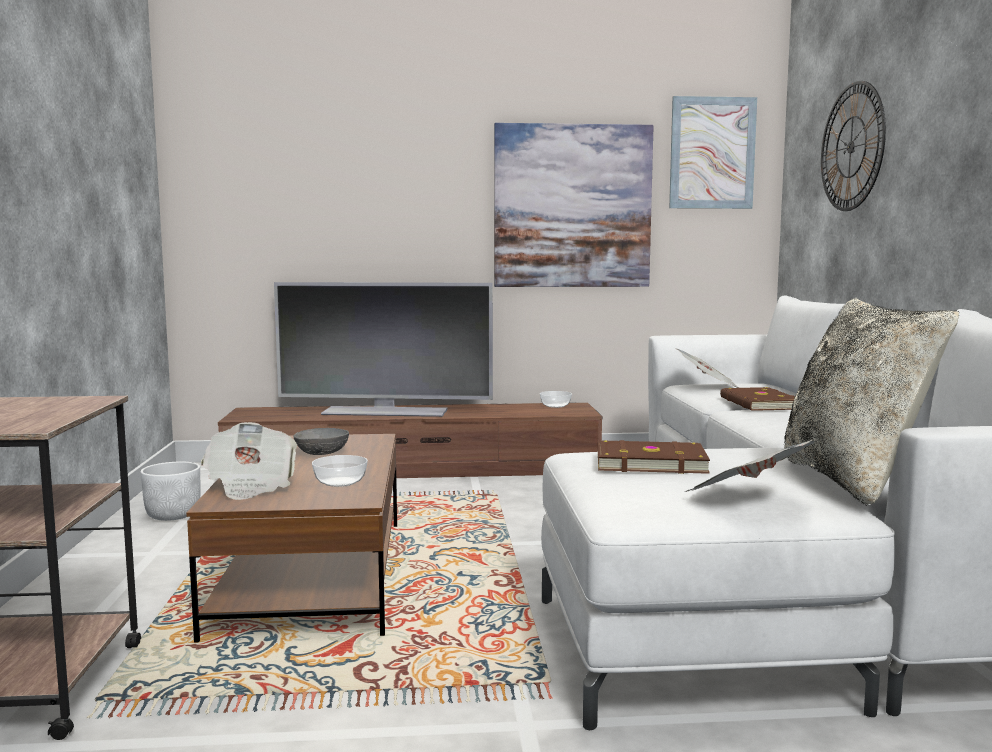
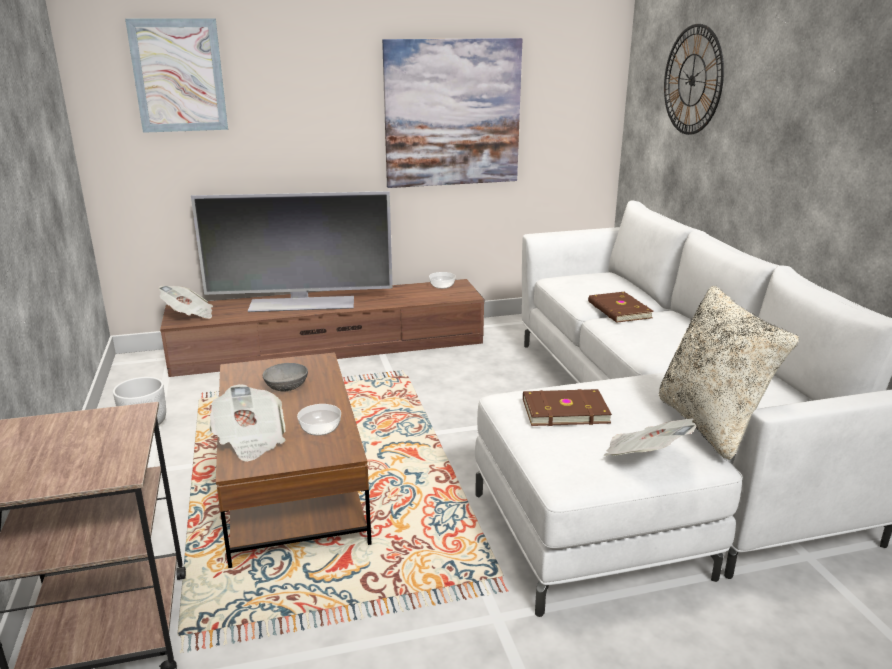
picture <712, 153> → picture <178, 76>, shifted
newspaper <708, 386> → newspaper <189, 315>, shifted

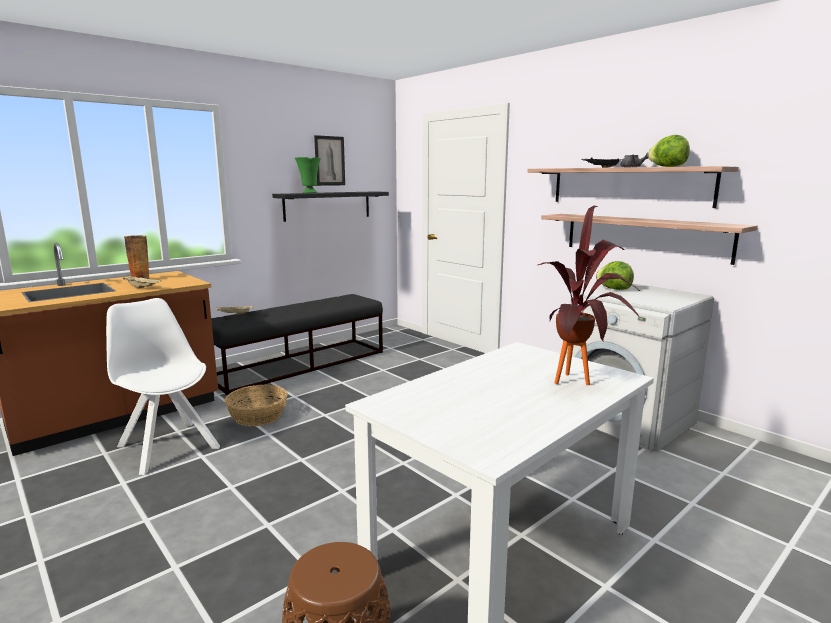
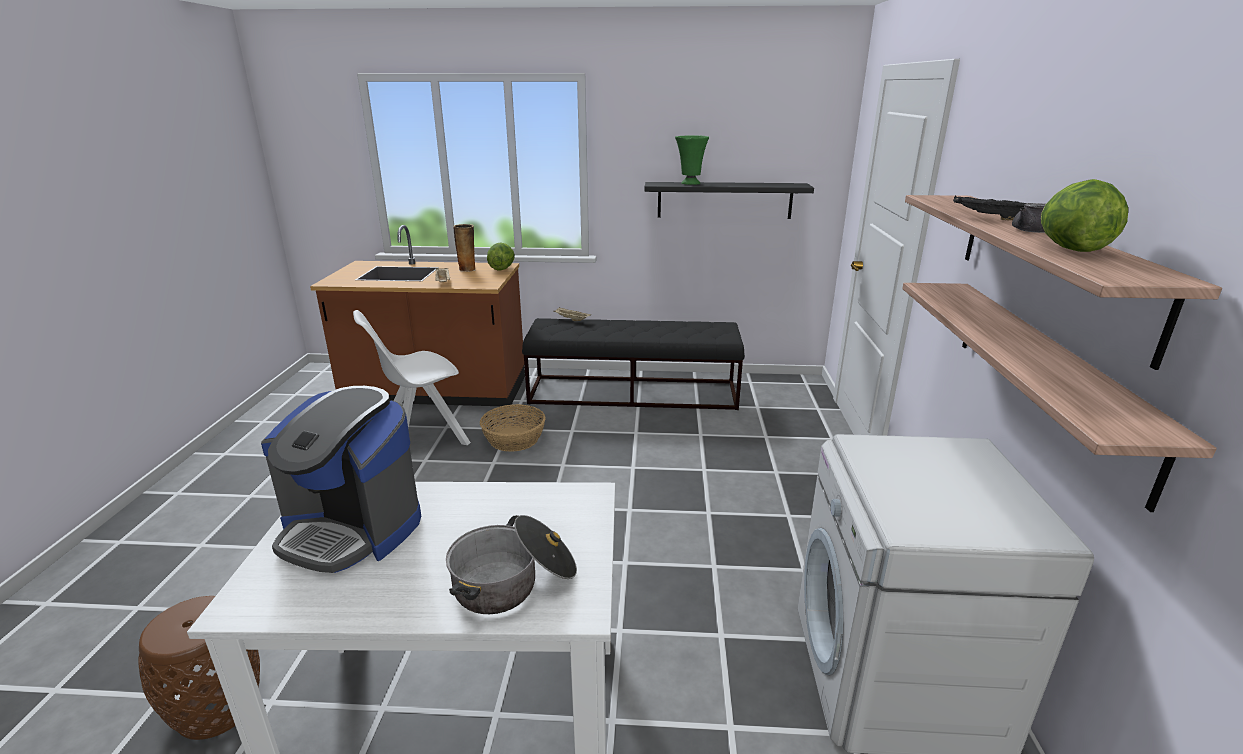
- → coffee machine <351, 529>
white chair <168, 445> → white chair <422, 438>, 120 degrees counterclockwise
potted plant <581, 382> → cooking pot <514, 582>
lettuce <614, 289> → lettuce <502, 269>, shifted
picture <329, 161> → -

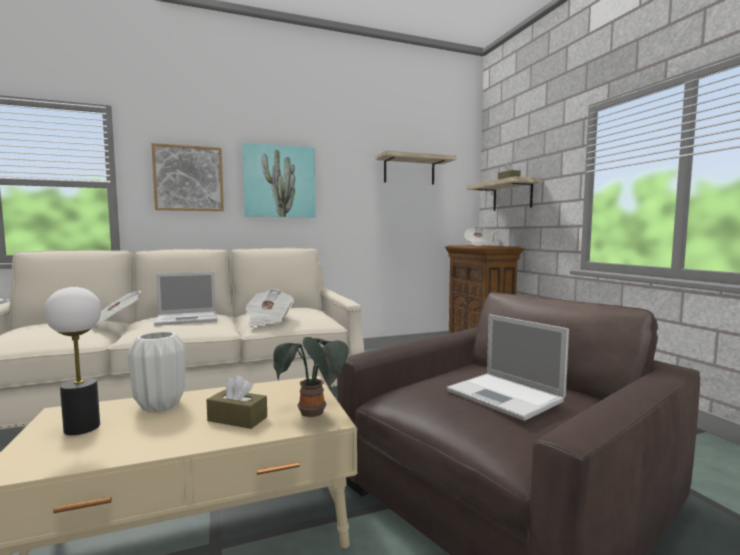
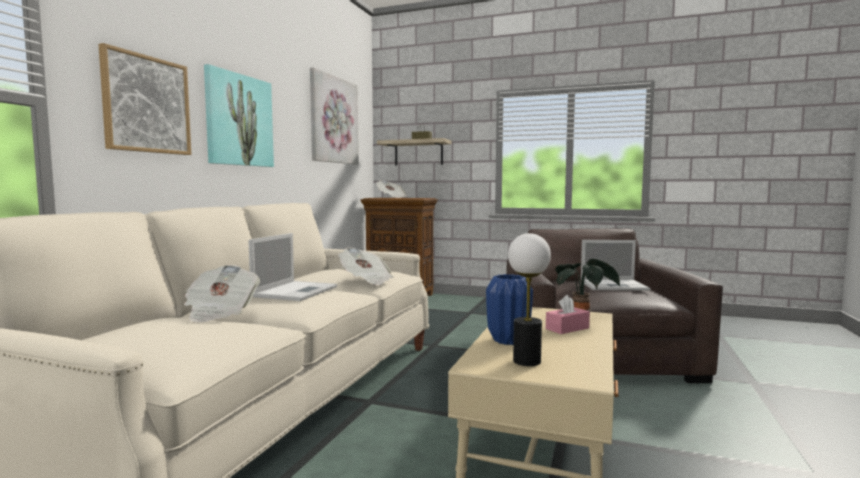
shelf <409, 170> → picture <334, 120>
white vase <159, 406> → blue vase <508, 340>
brown tissue box <237, 419> → pink tissue box <567, 328>

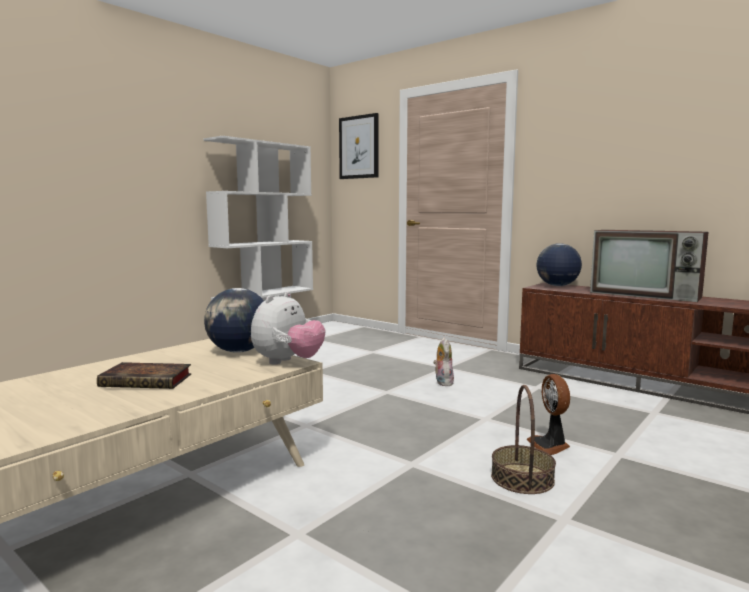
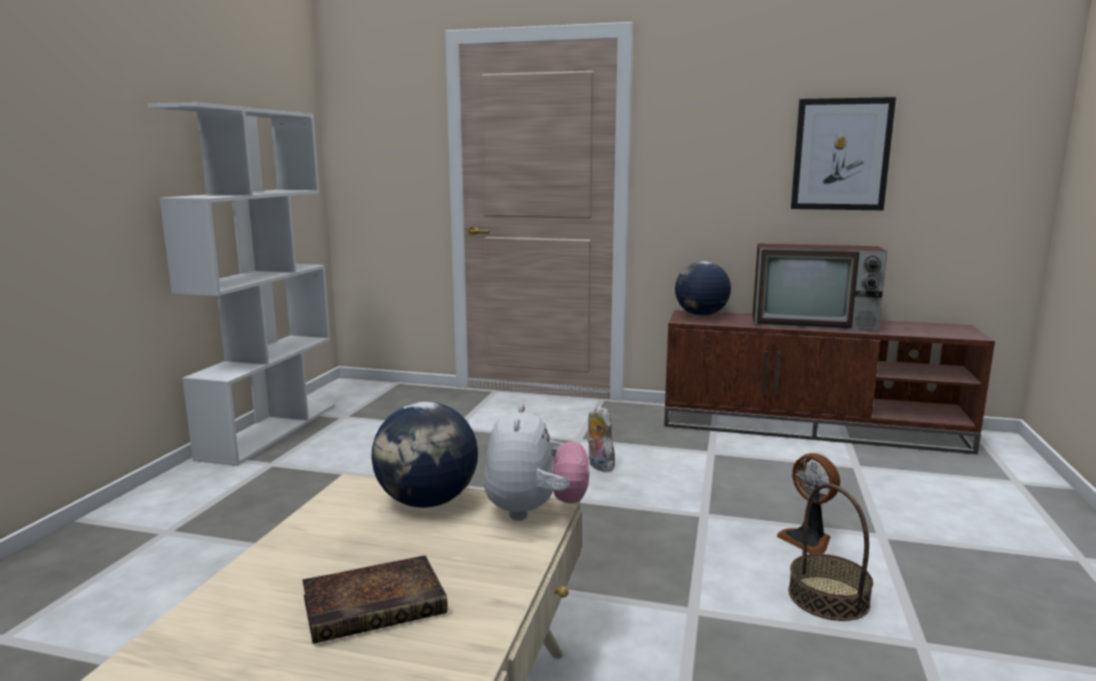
picture <359, 147> → picture <841, 154>, shifted

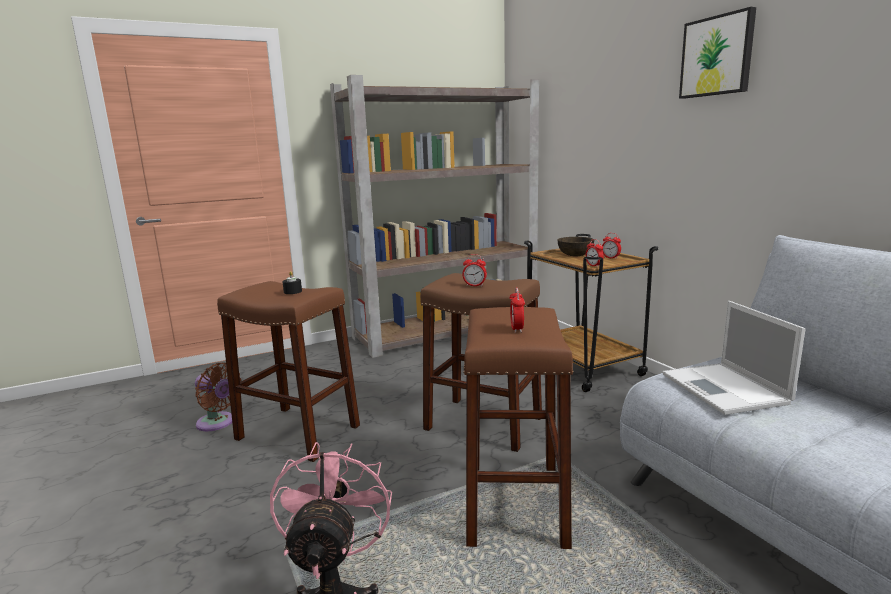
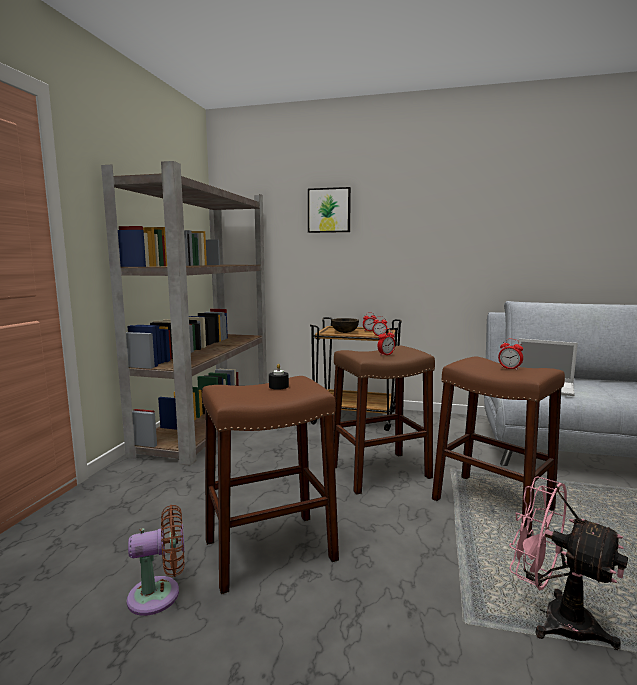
picture <717, 56> → picture <329, 210>, shifted

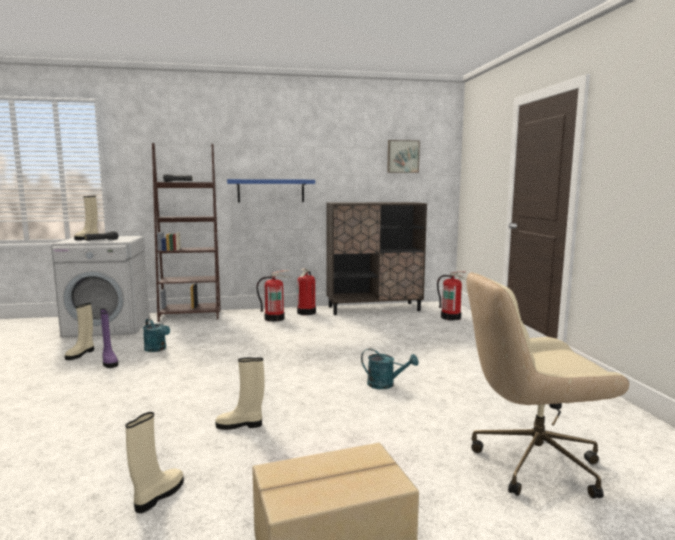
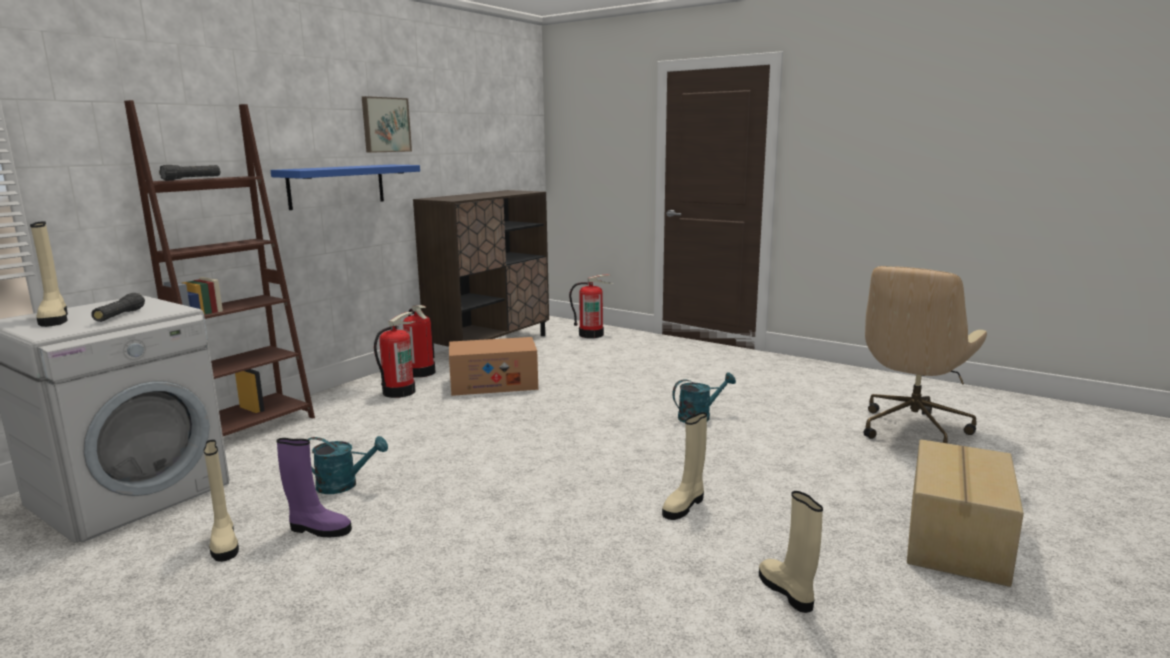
picture <402, 156> → picture <385, 125>, shifted
- → cardboard box <493, 384>

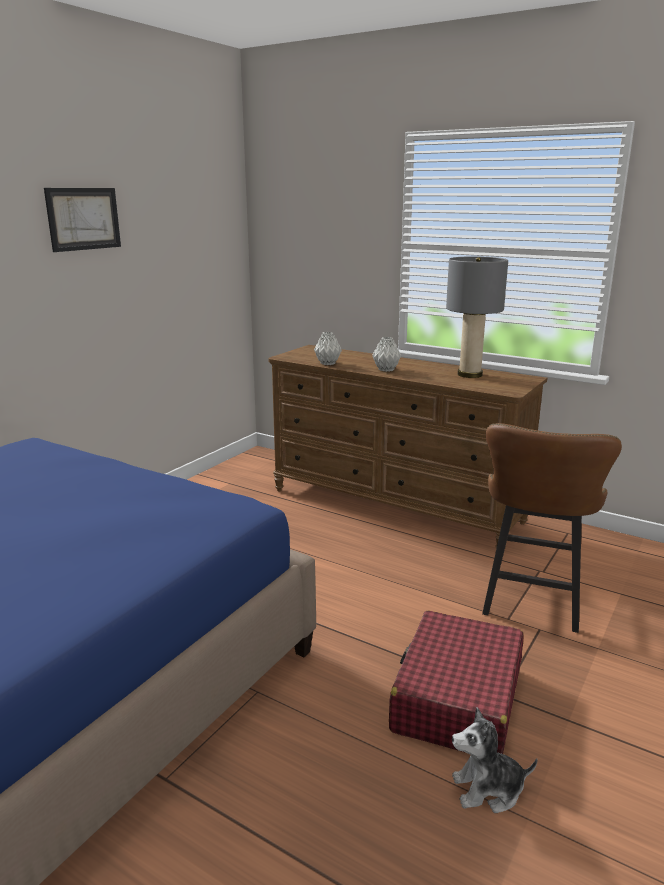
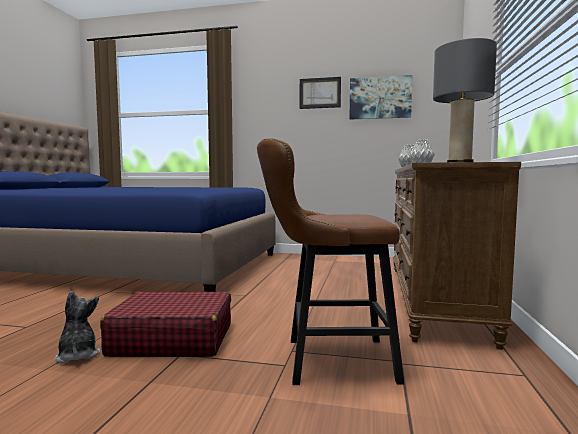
- → picture <380, 98>

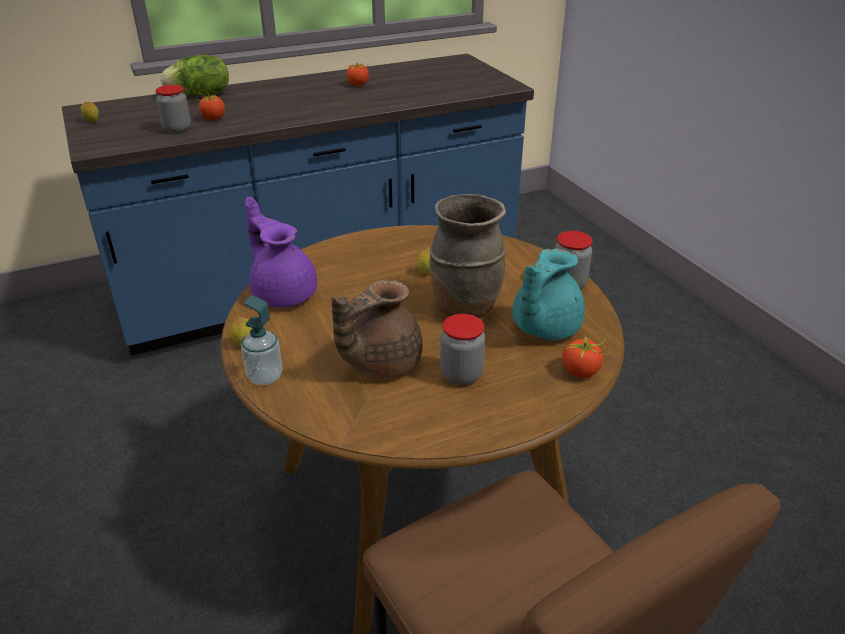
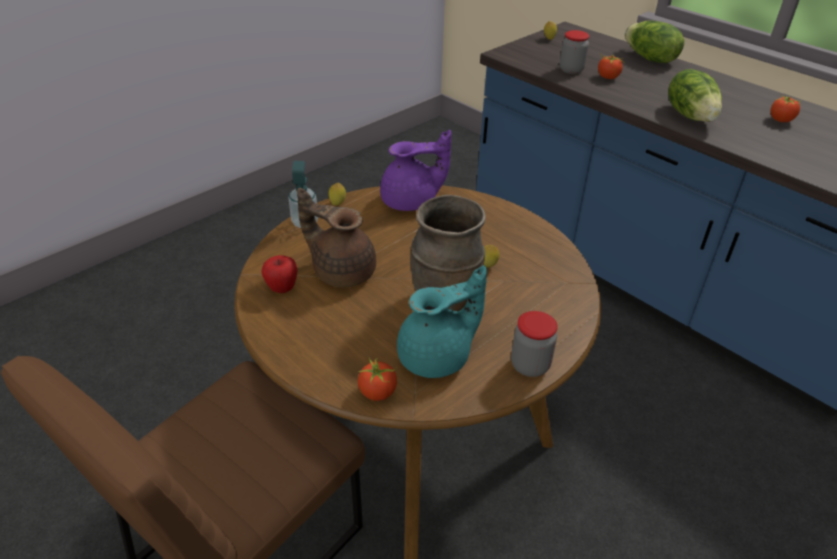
- → apple <282, 288>
purple teapot <283, 293> → purple teapot <411, 201>, 45 degrees clockwise
turquoise teapot <543, 328> → turquoise teapot <437, 357>, 135 degrees clockwise
- → lettuce <691, 115>
jar <461, 375> → -

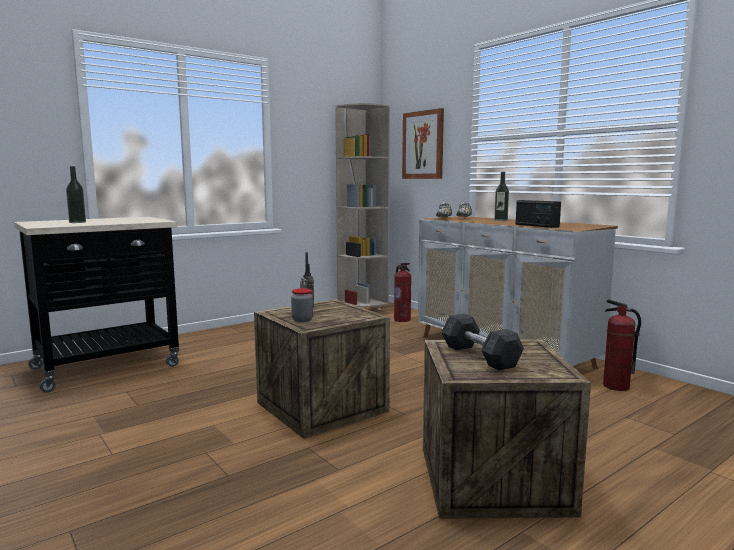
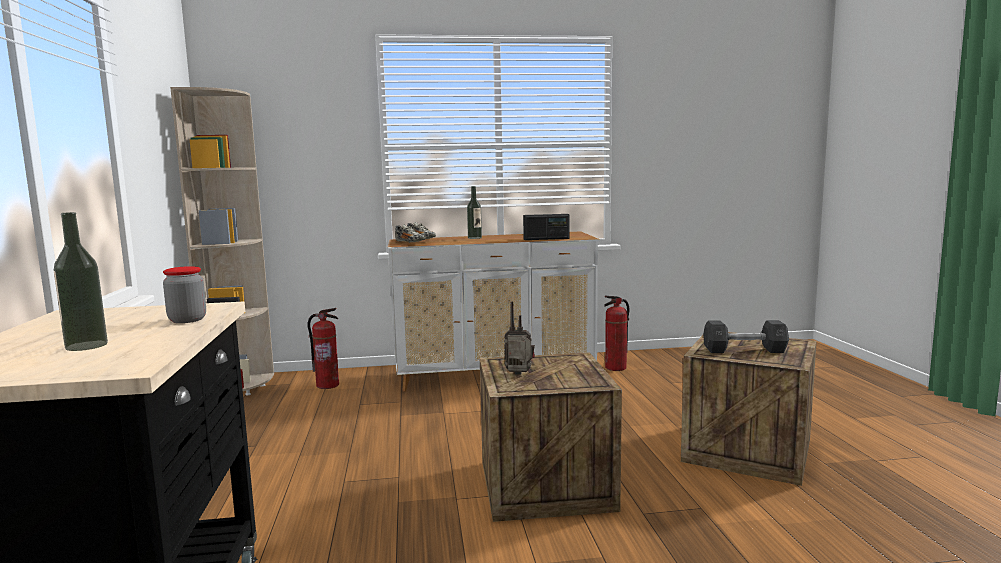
jar <302, 320> → jar <187, 320>, shifted
picture <423, 145> → -

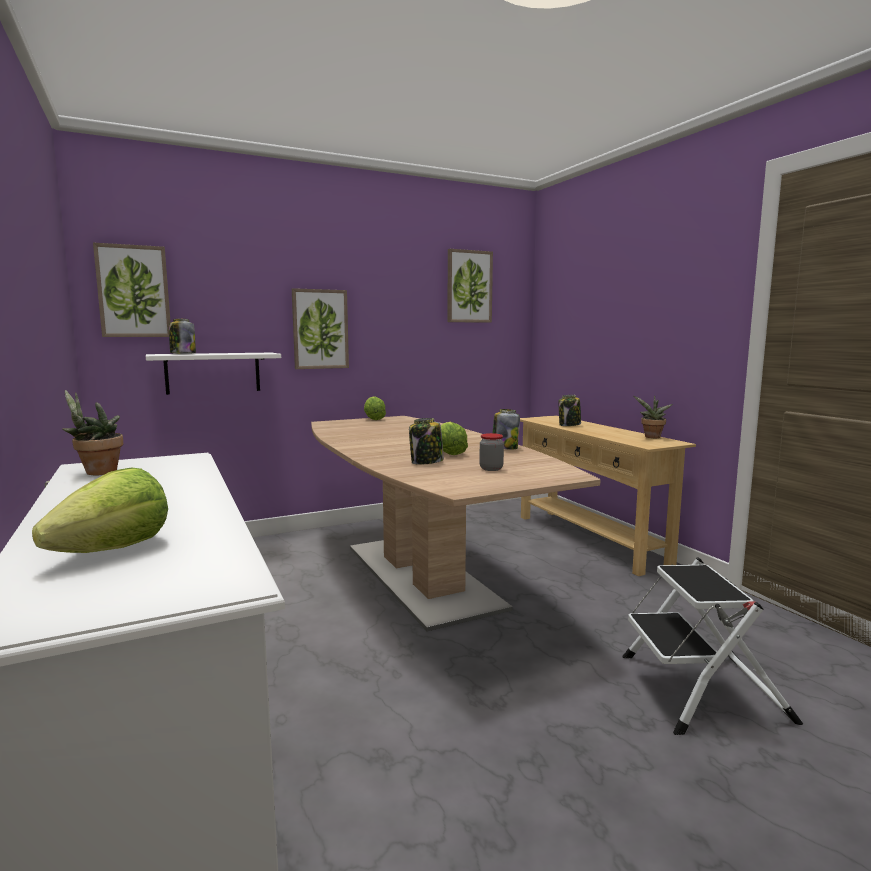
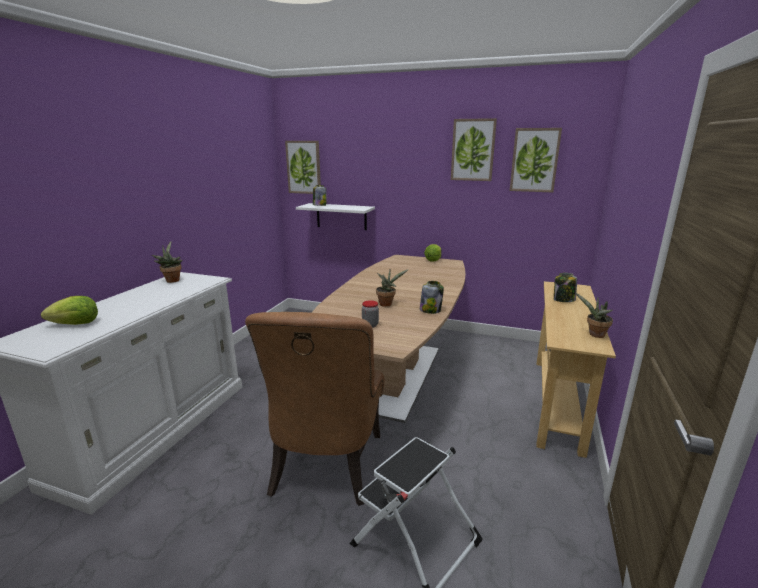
- → brown chair <326, 464>
lettuce <448, 453> → potted plant <387, 304>
picture <320, 329> → picture <473, 150>, shifted
jar <426, 462> → -

